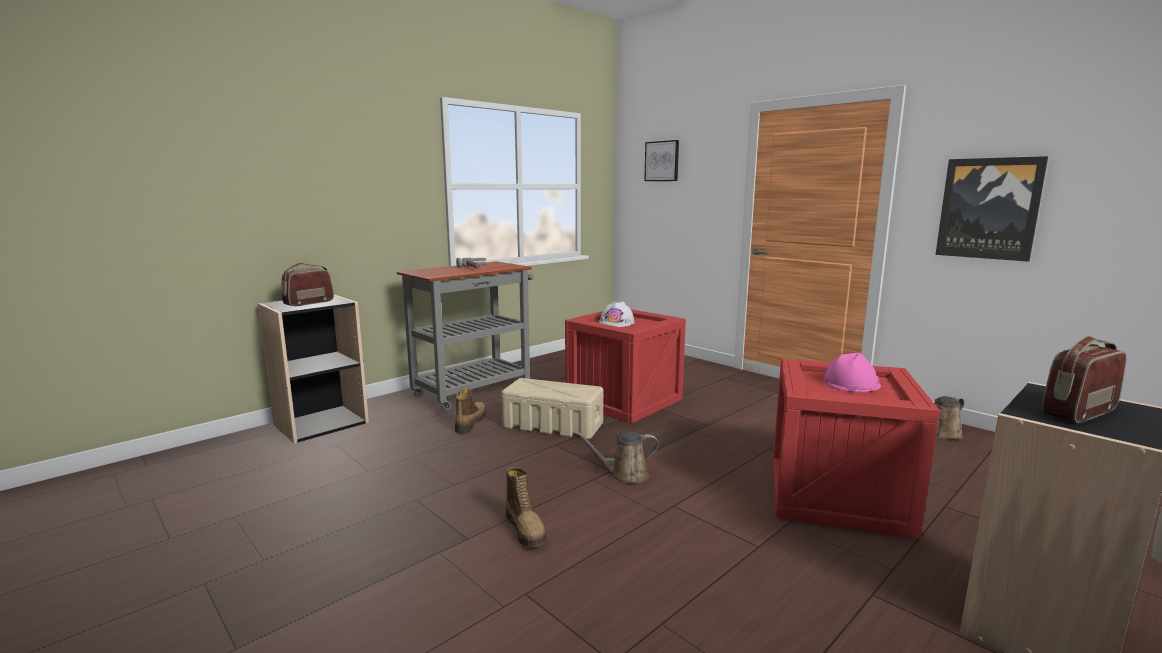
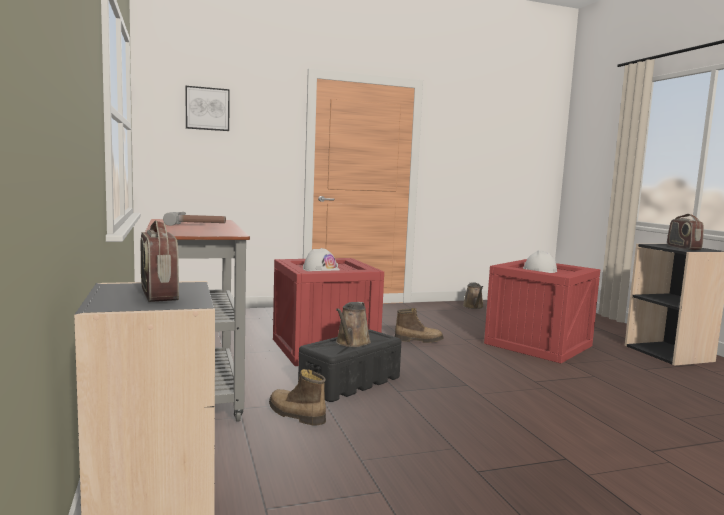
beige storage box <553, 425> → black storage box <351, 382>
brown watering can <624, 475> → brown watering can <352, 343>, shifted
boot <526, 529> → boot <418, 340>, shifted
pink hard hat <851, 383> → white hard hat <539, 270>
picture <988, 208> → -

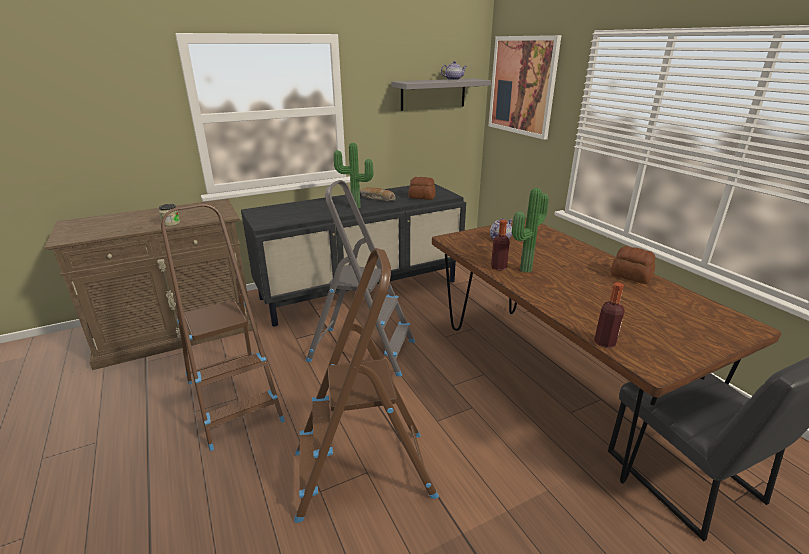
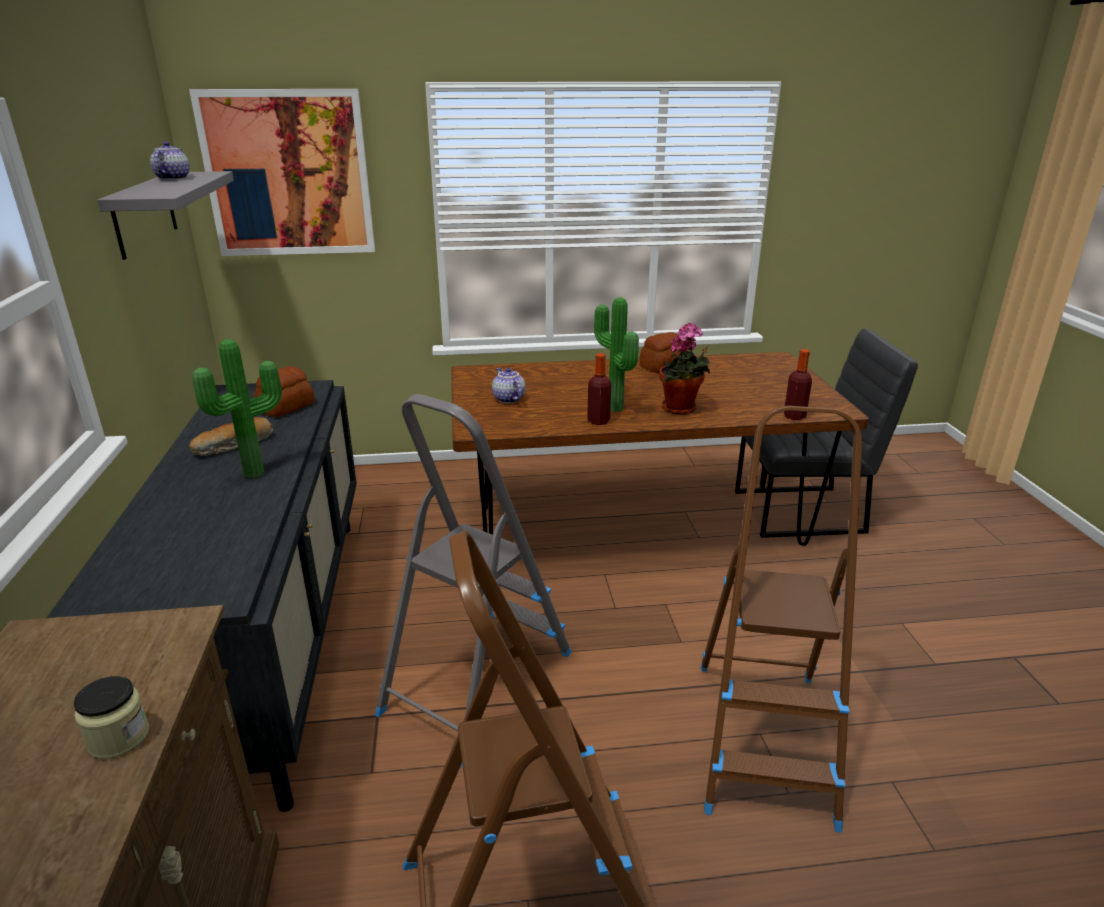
- → potted plant <681, 409>

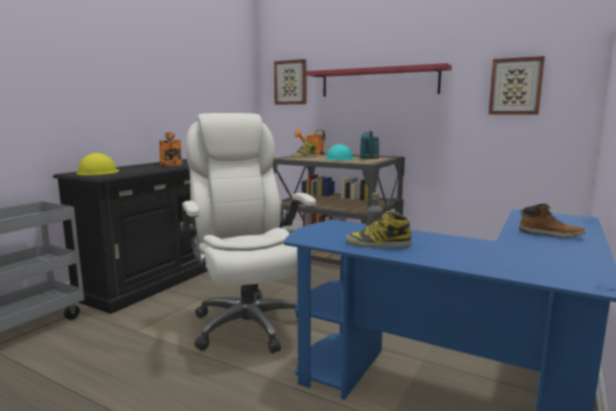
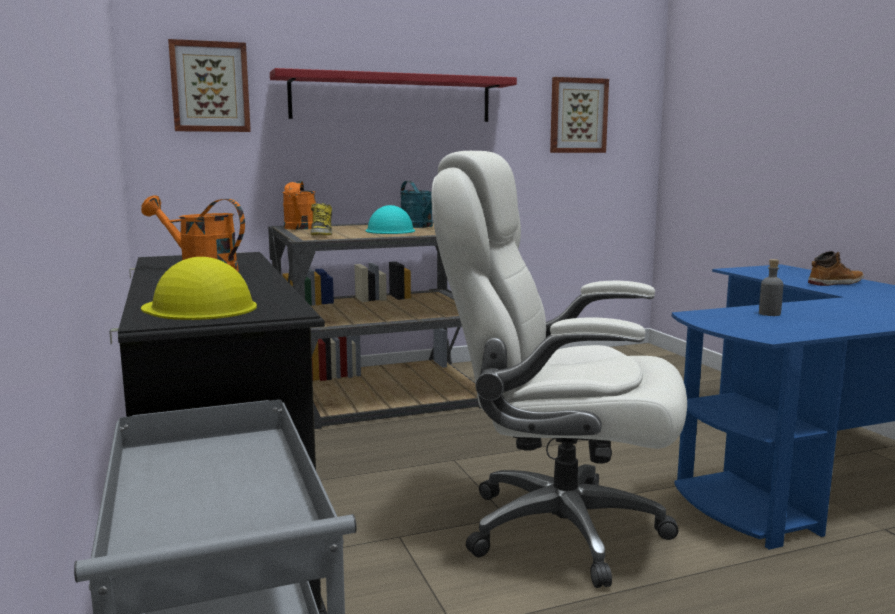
boot <378, 244> → -

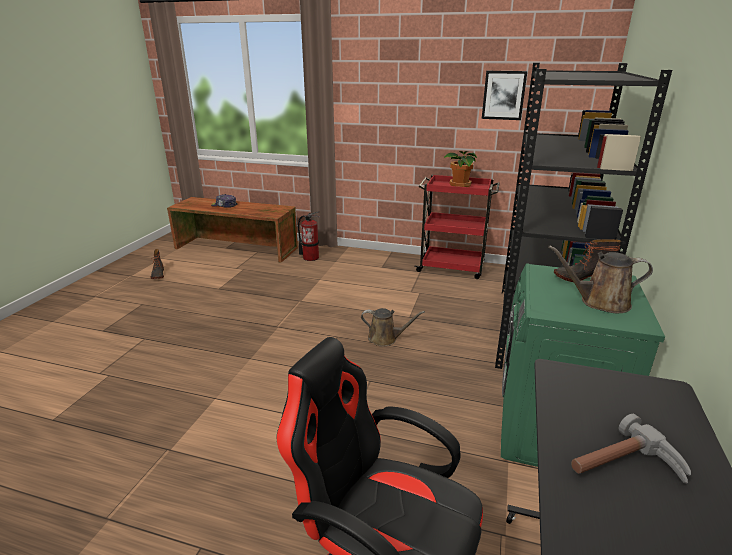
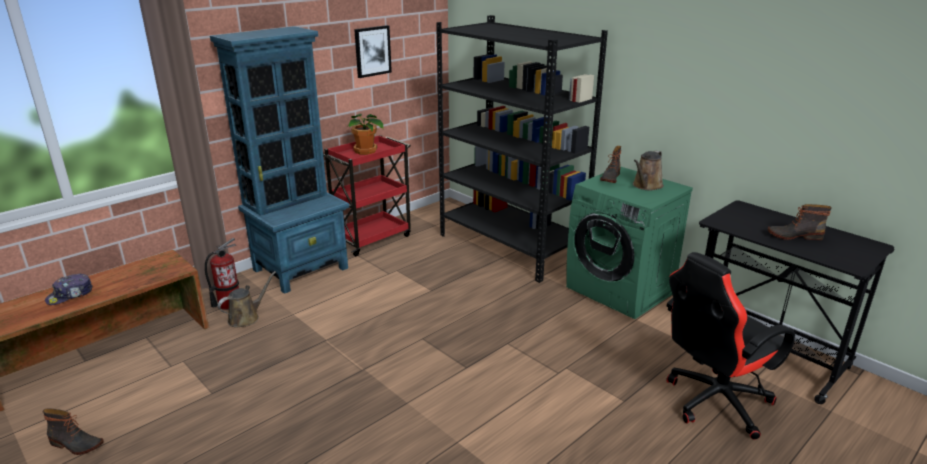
- → blue cabinet <301, 269>
brown watering can <385, 338> → brown watering can <246, 318>, shifted
hammer <625, 469> → boot <794, 236>

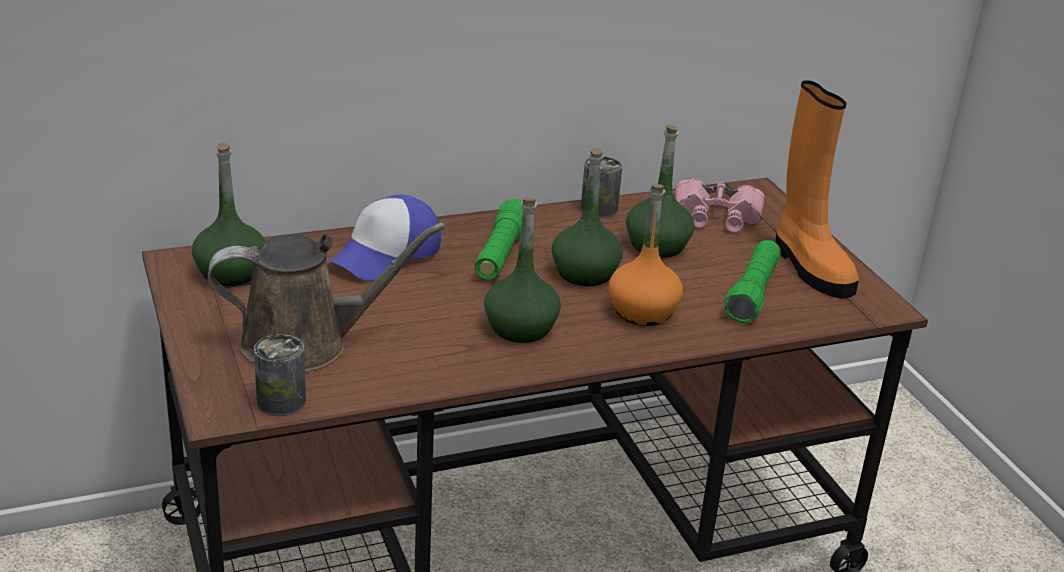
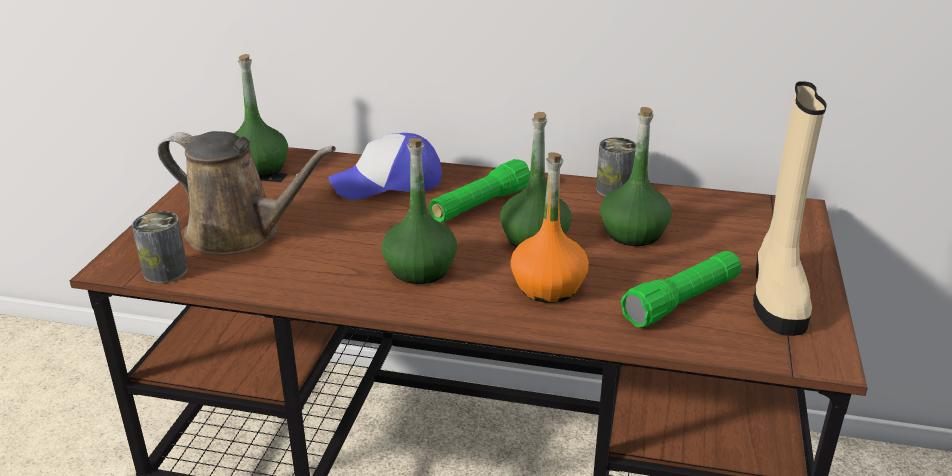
orange boot <810, 267> → beige boot <776, 294>
pink binoculars <717, 214> → -

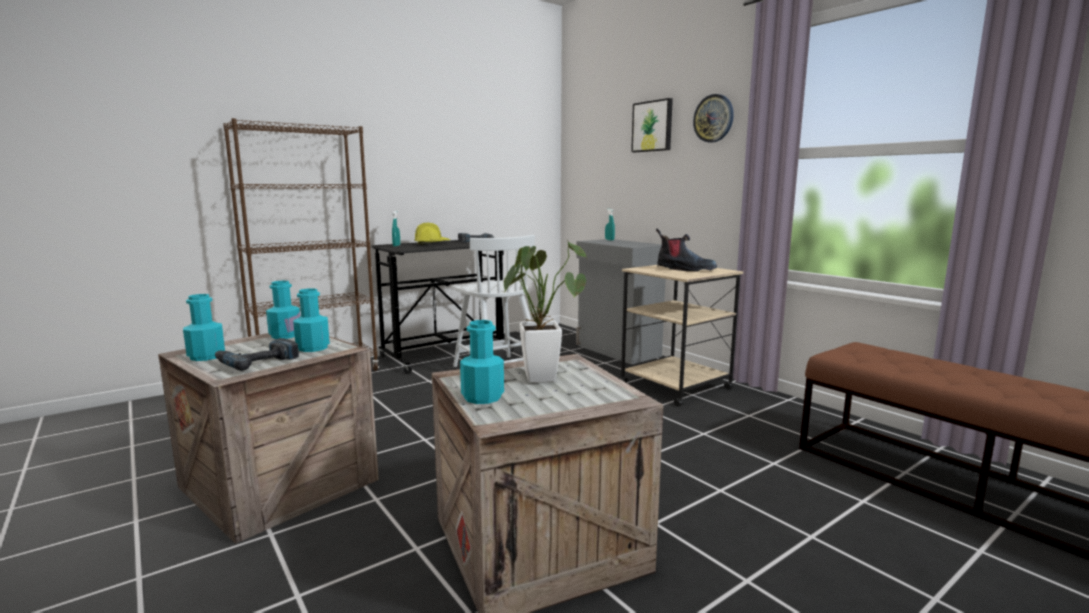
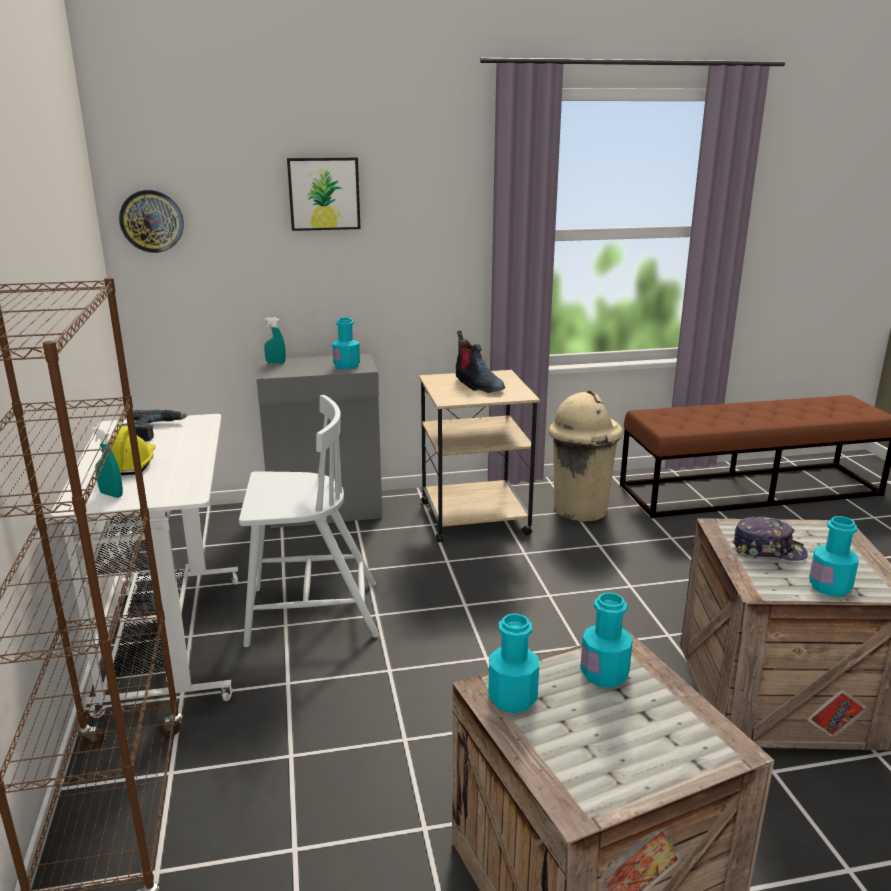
black desk <447, 354> → white desk <173, 641>
wall clock <713, 118> → wall clock <152, 221>, shifted
turquoise bottle <206, 356> → turquoise bottle <346, 366>, shifted
boot <685, 269> → boot <477, 385>, 105 degrees clockwise
- → beige trash can <580, 510>
potted plant <539, 375> → cap <768, 549>
power drill <257, 361> → -

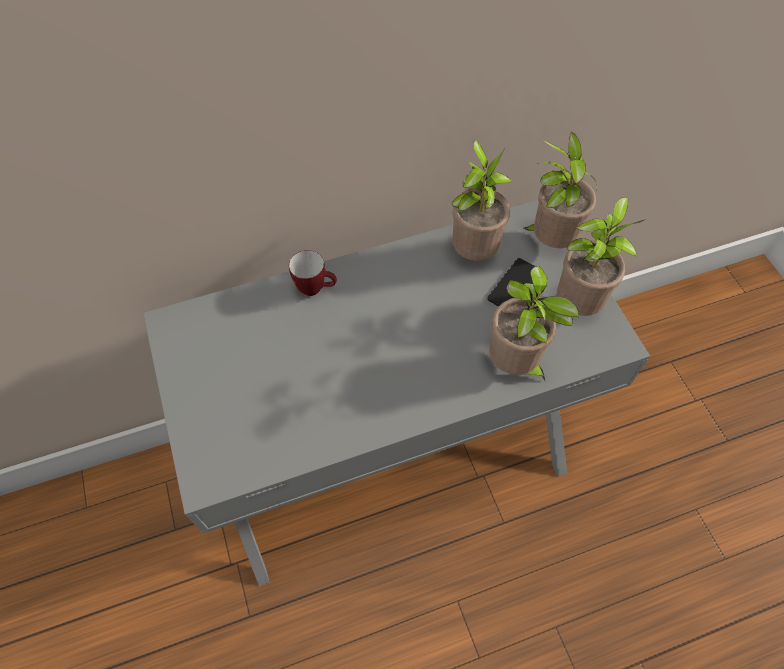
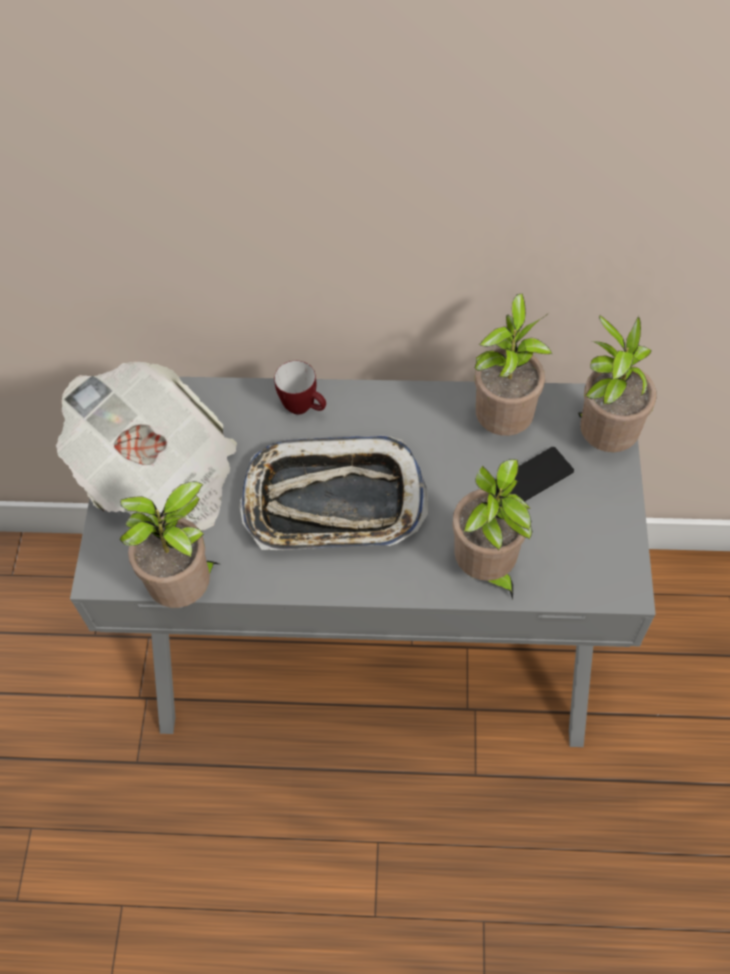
- → newspaper <160, 473>
potted plant <578, 304> → potted plant <187, 588>, shifted
- → tray <333, 502>

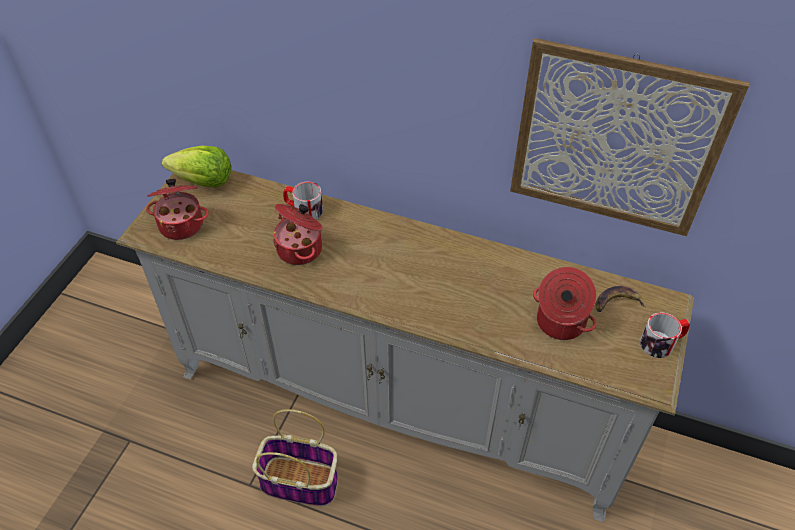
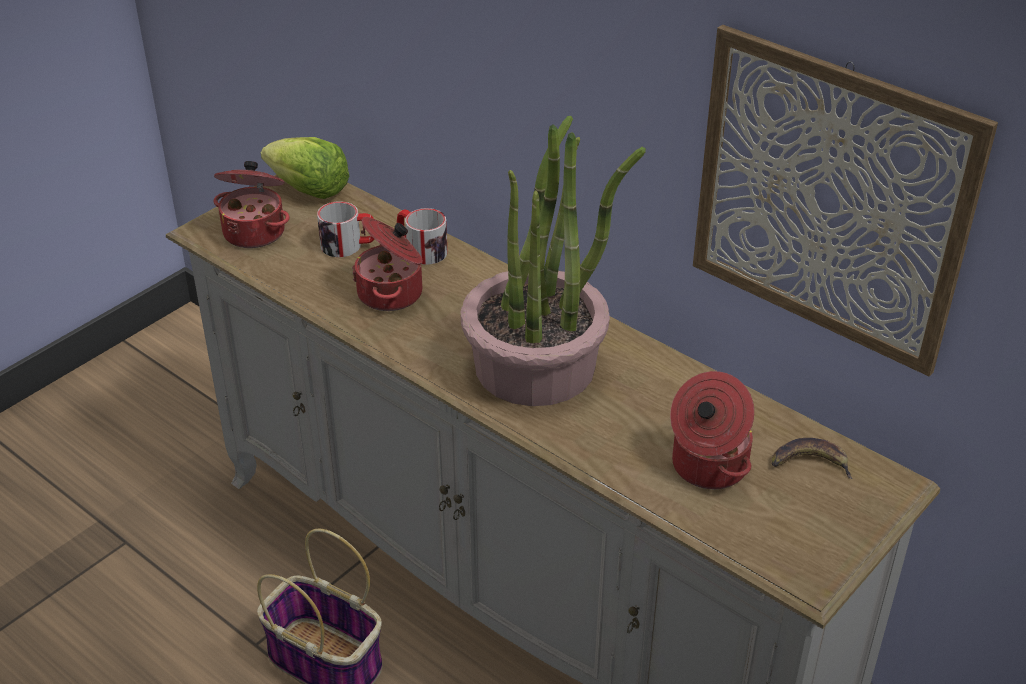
mug <662, 342> → mug <349, 245>, shifted
- → potted plant <536, 366>

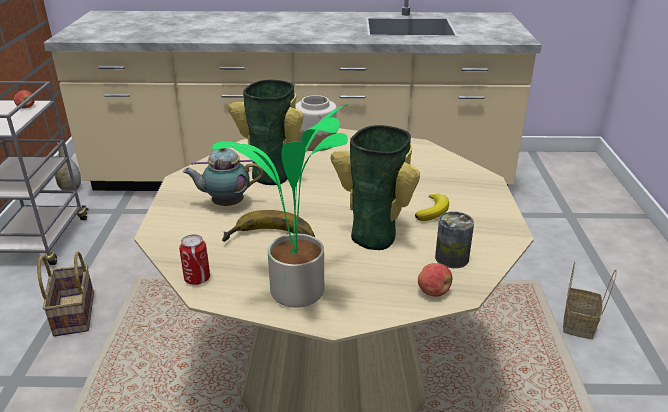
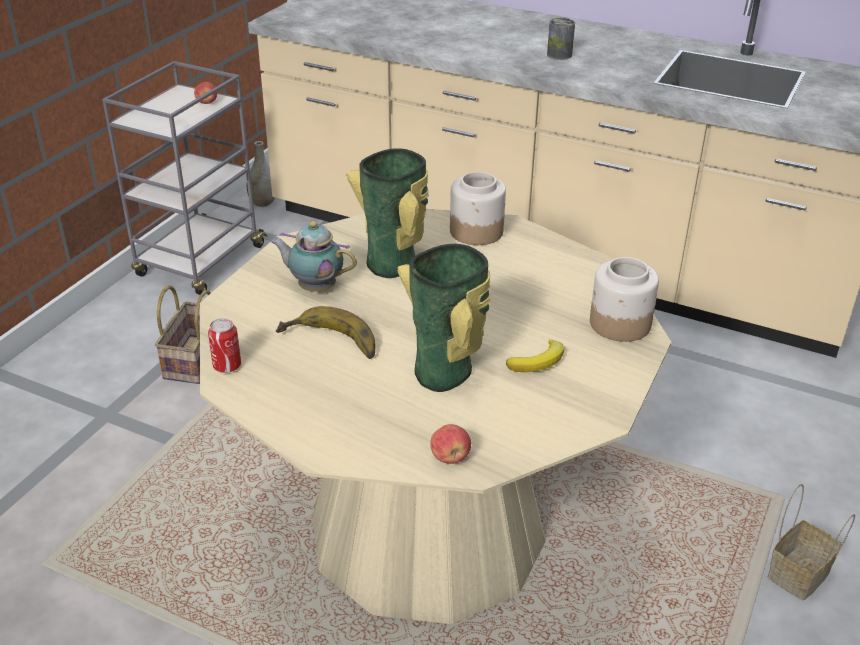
can <451, 258> → can <559, 55>, shifted
- → jar <619, 324>
potted plant <296, 294> → -

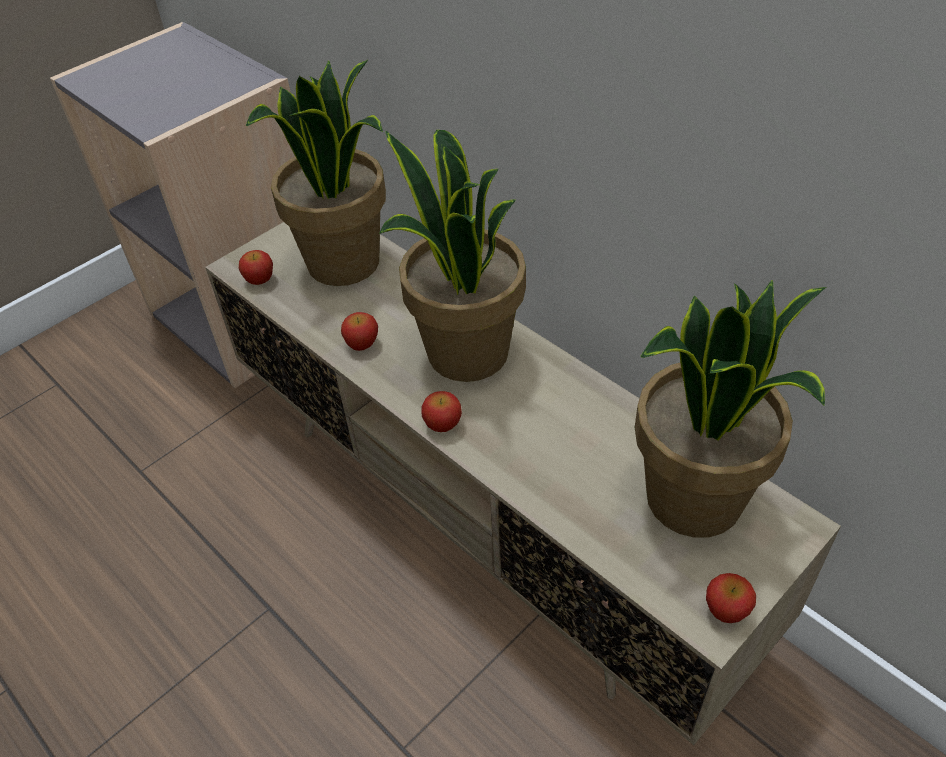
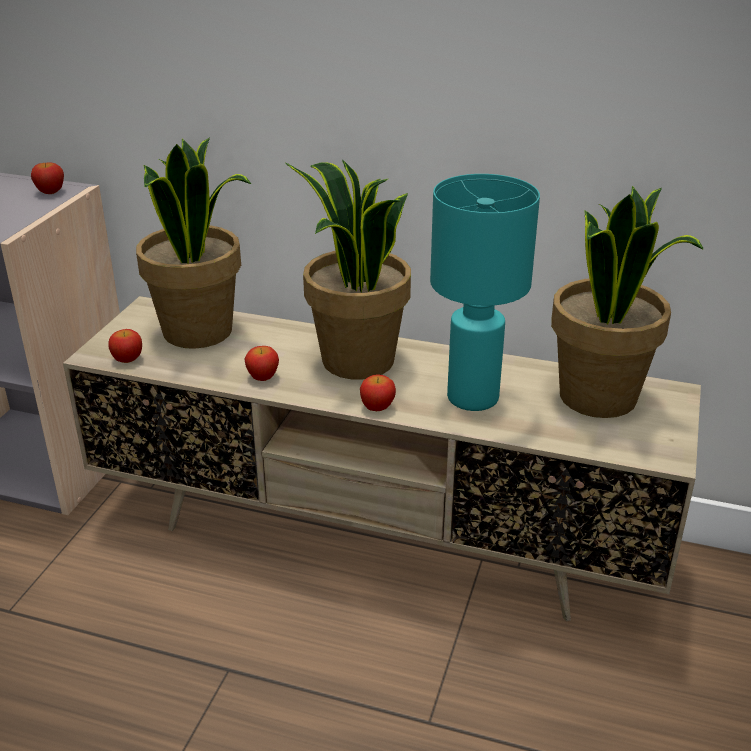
apple <726, 610> → apple <50, 192>, shifted
- → turquoise table lamp <472, 398>

